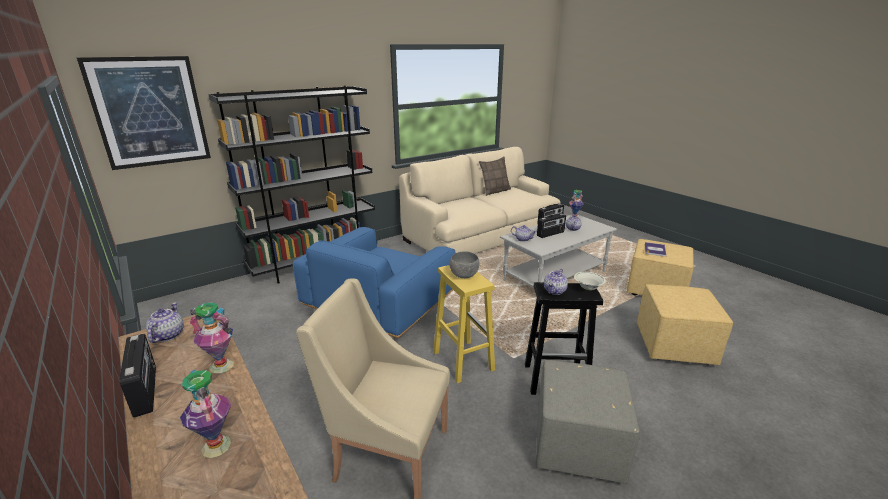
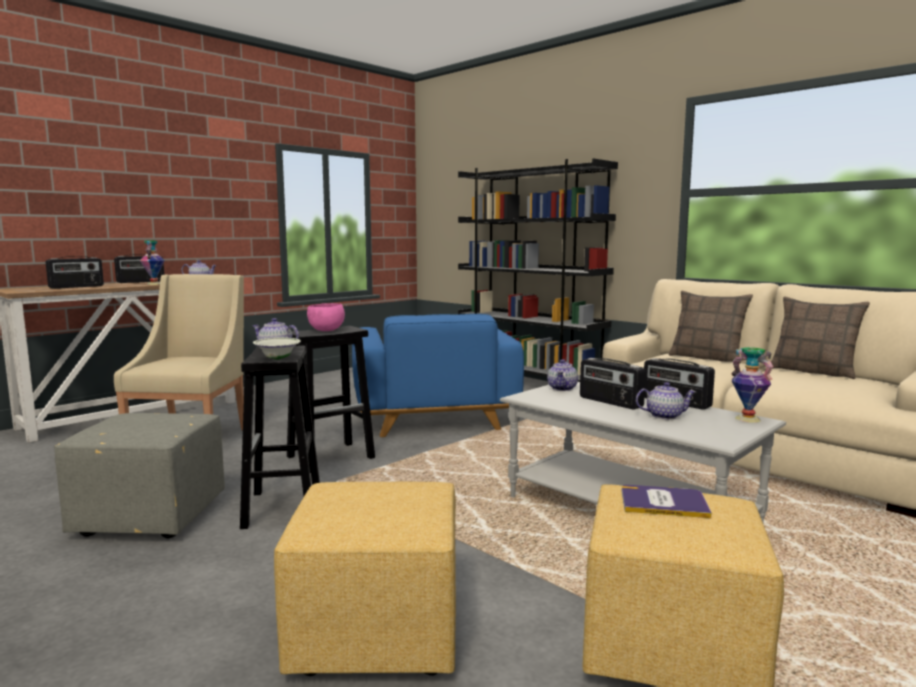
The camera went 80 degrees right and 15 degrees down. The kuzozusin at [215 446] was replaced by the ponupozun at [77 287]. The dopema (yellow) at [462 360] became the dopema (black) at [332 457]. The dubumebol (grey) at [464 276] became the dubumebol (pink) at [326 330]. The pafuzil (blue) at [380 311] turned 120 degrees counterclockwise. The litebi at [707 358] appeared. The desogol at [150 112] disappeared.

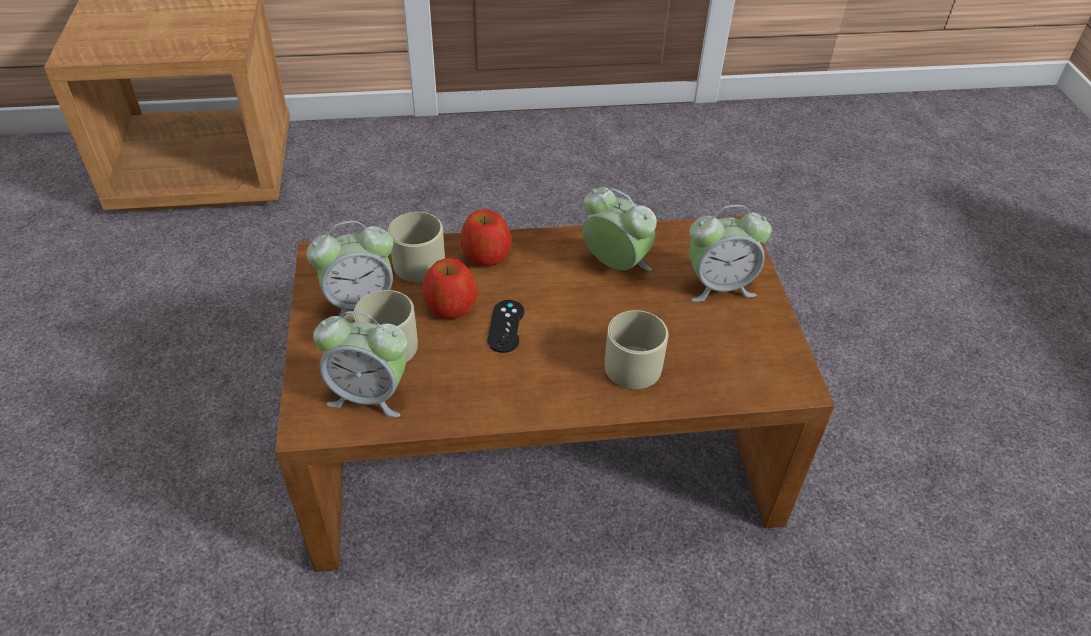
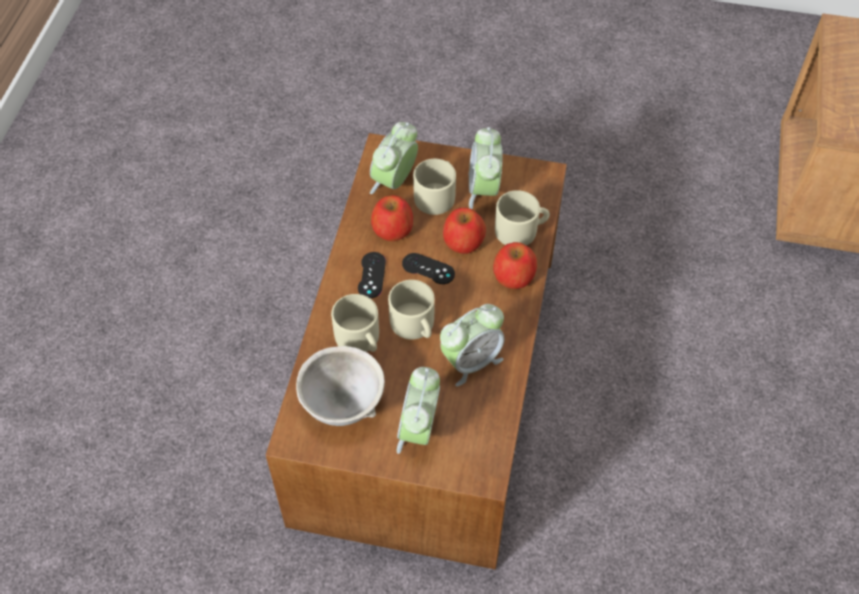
The camera went 110 degrees right and 10 degrees up. The dubumebol (grey) at [343 402] appeared. The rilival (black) at [371 275] appeared. The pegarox at [393 228] appeared. The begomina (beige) at [415 325] appeared.

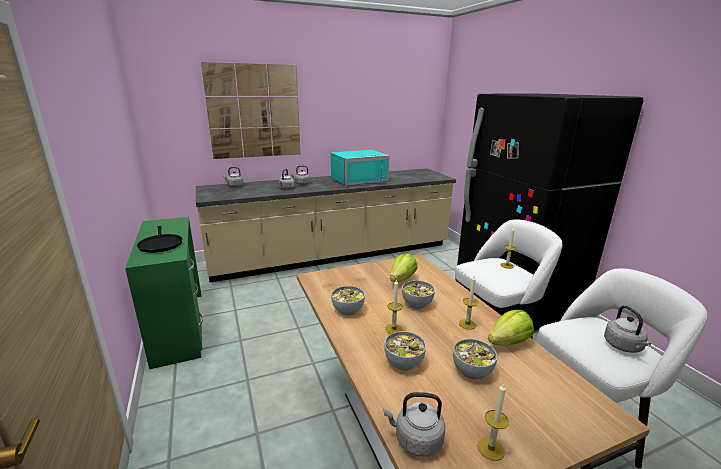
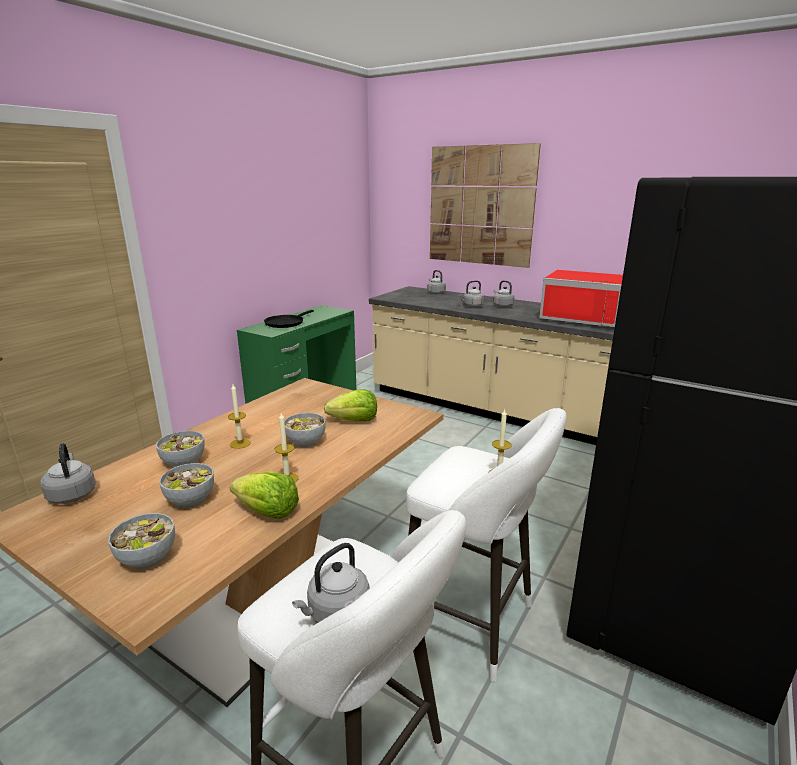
The camera went 55 degrees right and 0 degrees up. The dubumebol moved from [348 310] to [148 557]. The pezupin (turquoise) at [357 180] became the pezupin (red) at [584 317]. The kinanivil at [491 448] disappeared.

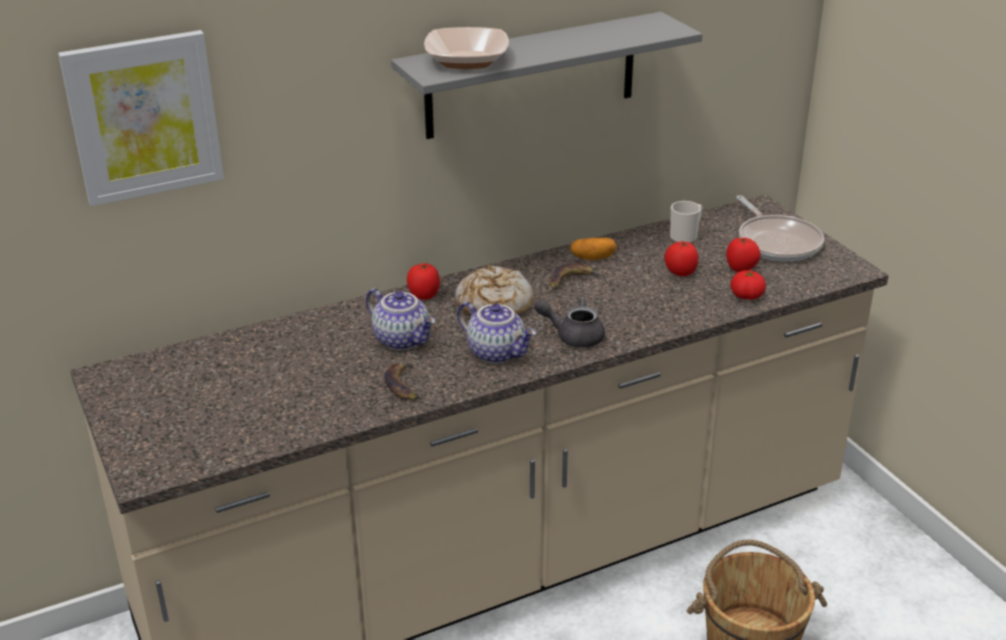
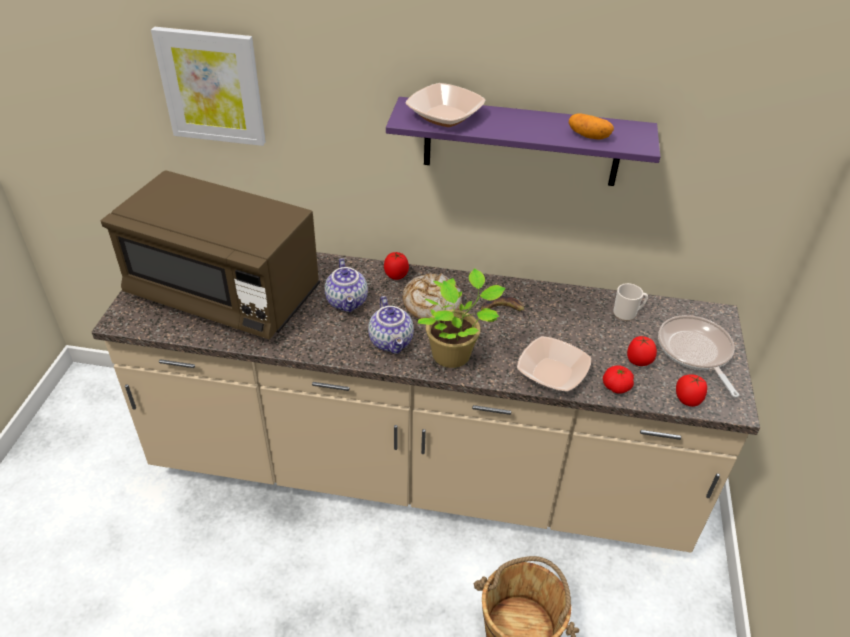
The camera went 35 degrees right and 10 degrees up. The pezupin (brown) at [224 294] appeared. The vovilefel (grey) at [531 76] became the vovilefel (purple) at [521 142]. The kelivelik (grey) at [573 336] was replaced by the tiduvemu at [454 355]. The dubumebol at [552 373] appeared. The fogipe moved from [592 258] to [588 136]. The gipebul at [777 242] turned 150 degrees clockwise. The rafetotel moved from [680 273] to [687 400]. The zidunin at [403 385] disappeared.

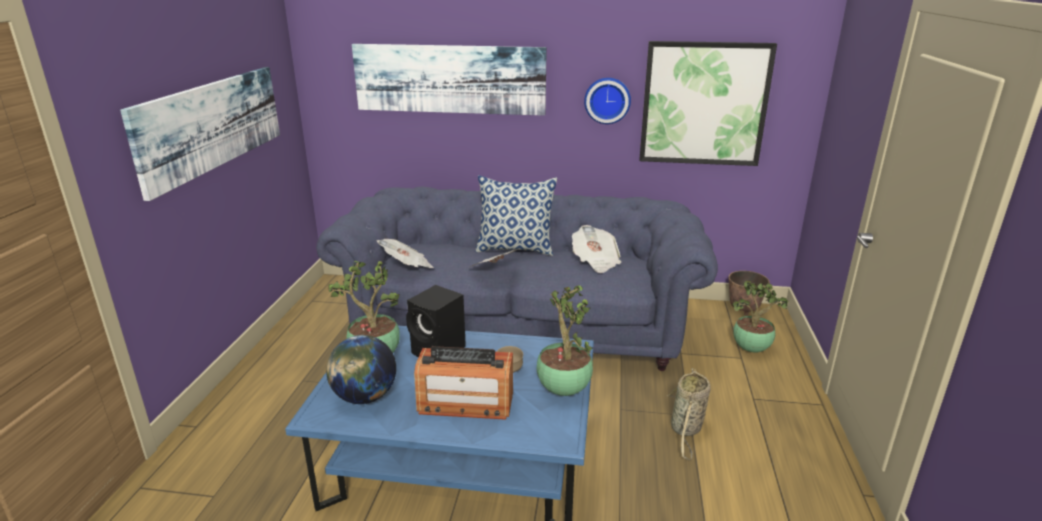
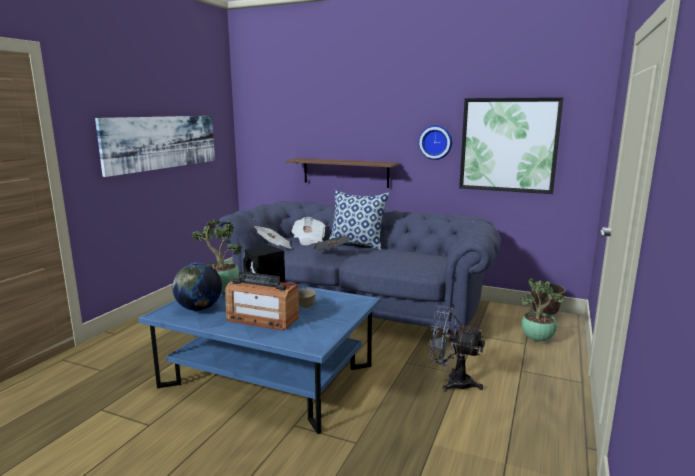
The camera went 15 degrees right and 10 degrees down. The vovilefel (brown) at [345 172] appeared. The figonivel moved from [595 262] to [308 240]. The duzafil at [686 429] was replaced by the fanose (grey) at [451 382]. The desogol at [449 79] disappeared. The tiduvemu at [563 389] disappeared.

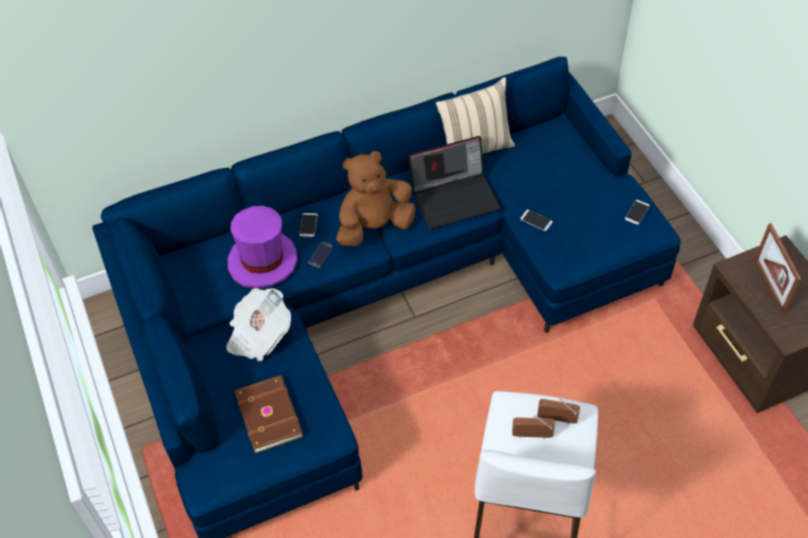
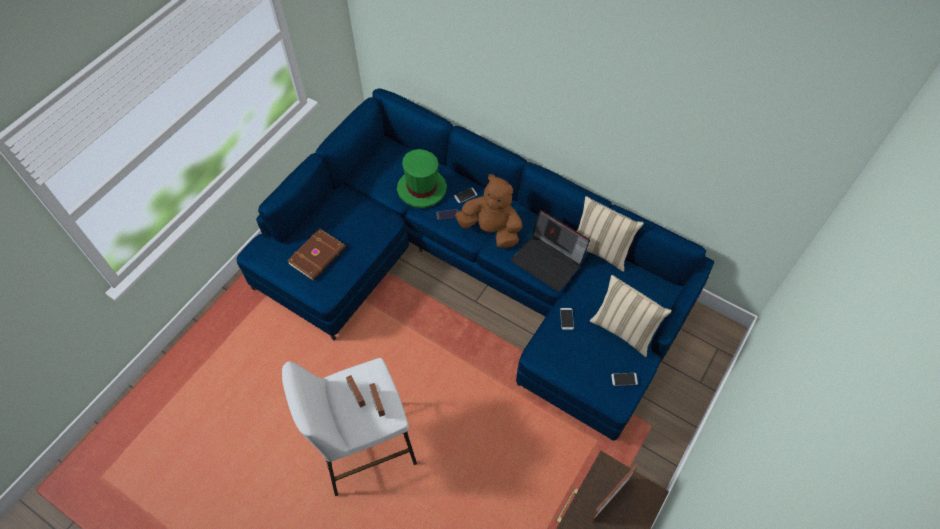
The camera went 55 degrees right and 5 degrees up. The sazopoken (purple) at [263 261] became the sazopoken (green) at [421 189]. The litebi (beige) at [623 329] appeared. The figonivel at [258 335] disappeared.

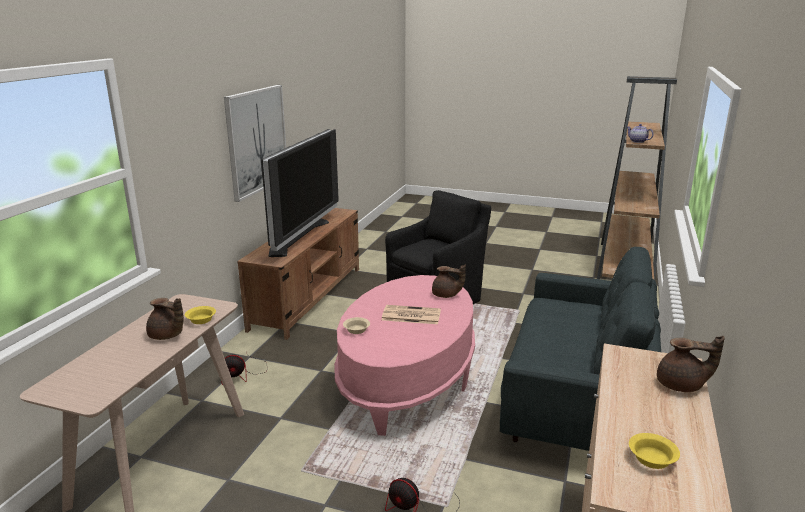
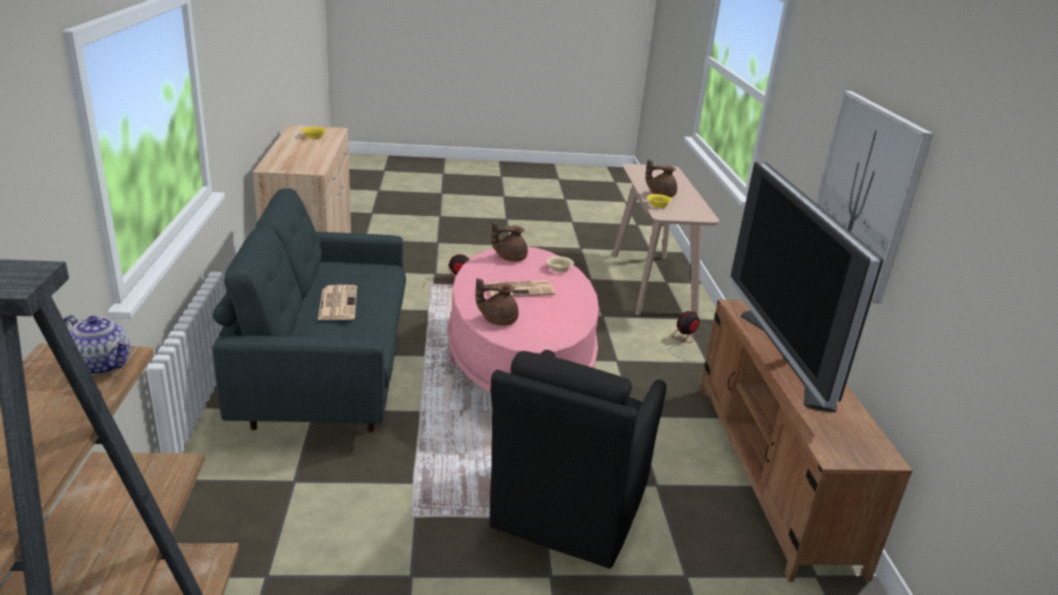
The camera went 155 degrees right and 5 degrees up. The figonivel at [337 303] appeared. The kelivelik (brown) moved from [681 385] to [510 258].

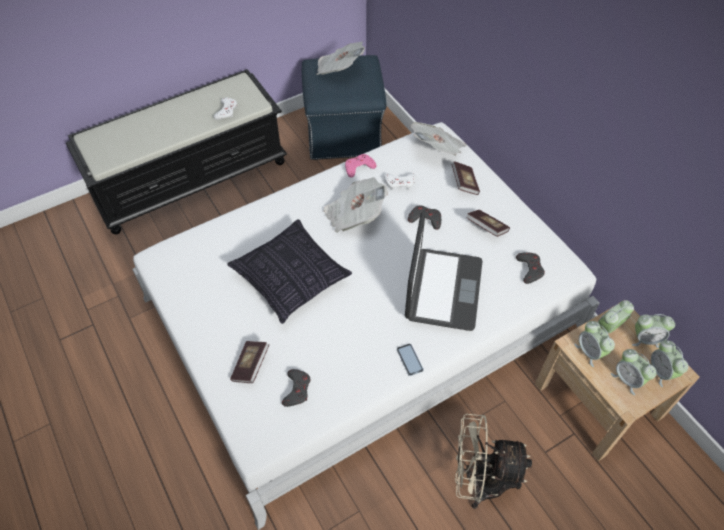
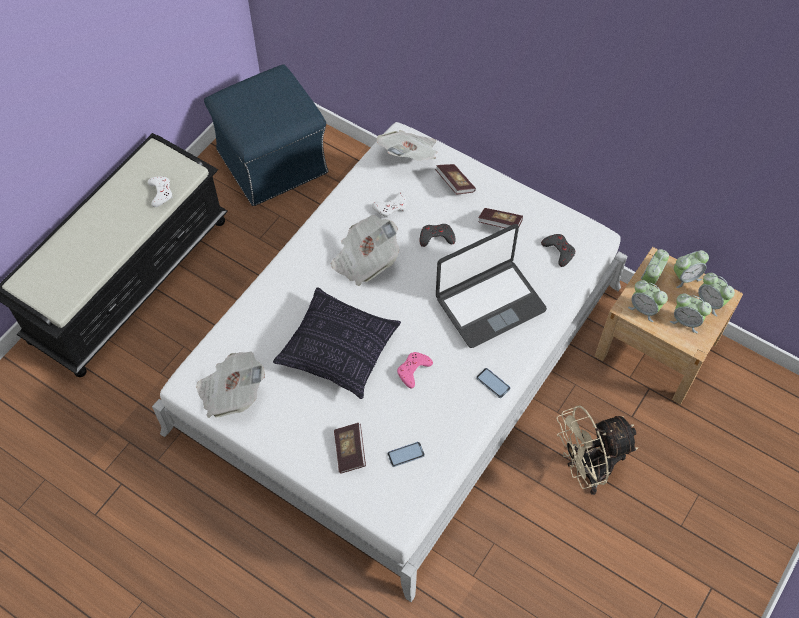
The camera went 25 degrees left and 5 degrees up. The figonivel moved from [339 69] to [231 393]. The rilival (grey) at [297 389] was replaced by the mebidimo at [406 454]. The rilival (pink) moved from [359 167] to [413 370]. The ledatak at [442 289] turned 75 degrees clockwise.

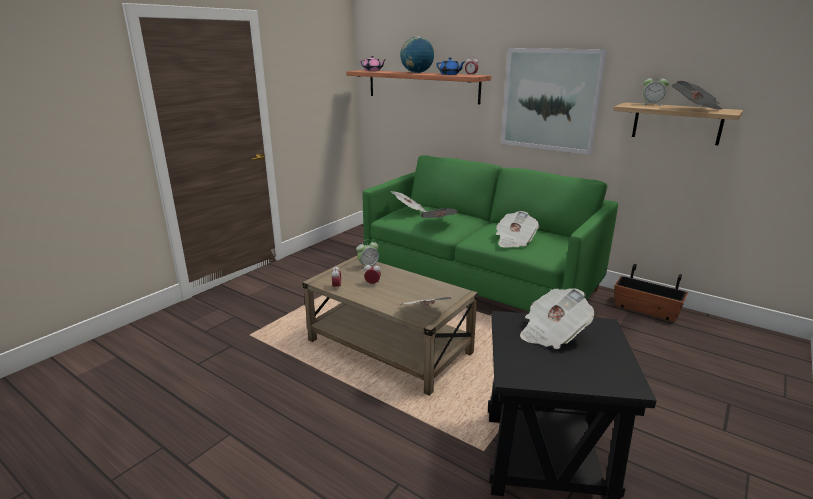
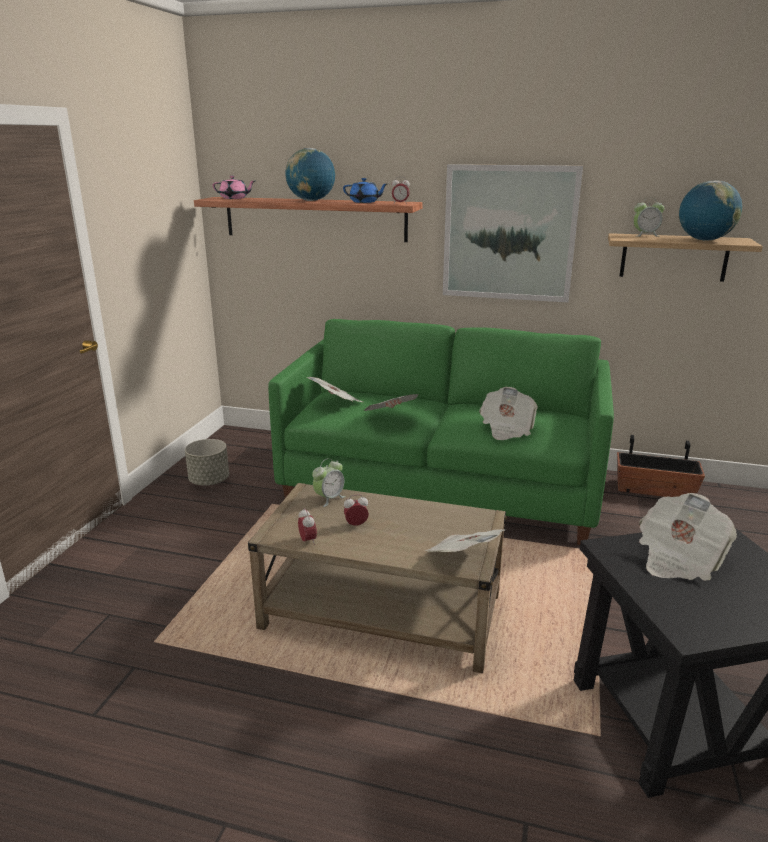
The camera went 20 degrees left and 0 degrees up. The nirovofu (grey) at [209 481] appeared. The figonivel at [695 109] was replaced by the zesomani at [704 240].

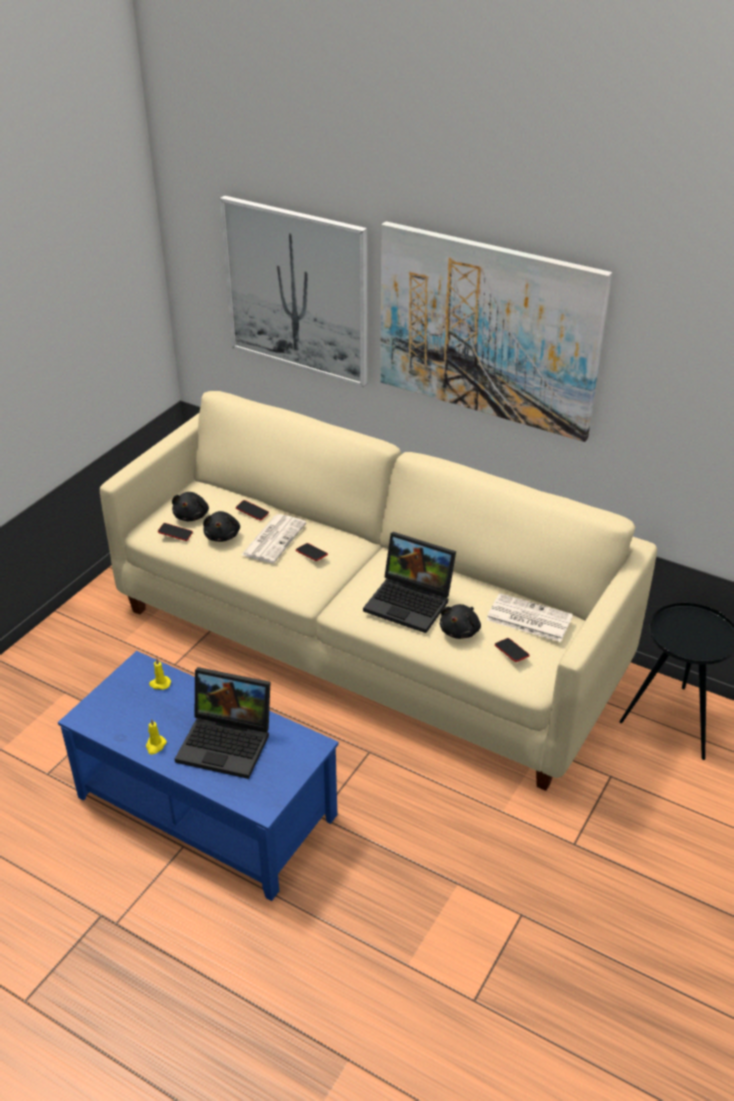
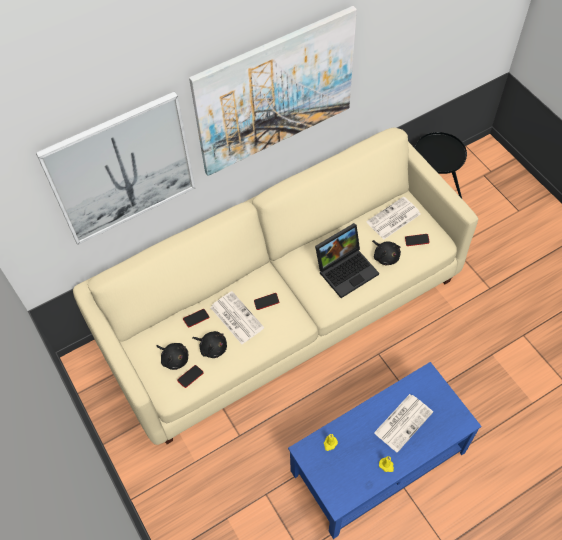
The camera went 60 degrees left and 20 degrees up. The ledatak at [228 742] was replaced by the figonivel at [403 422].

